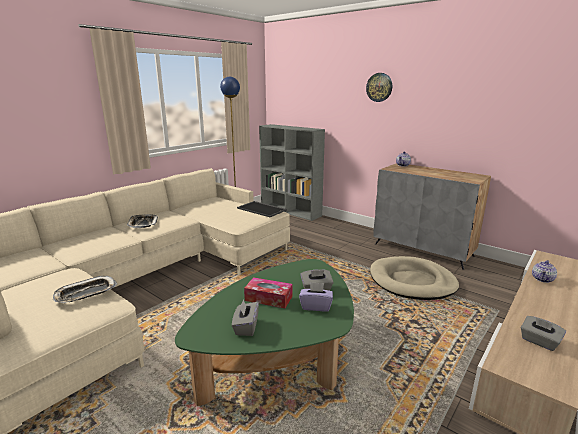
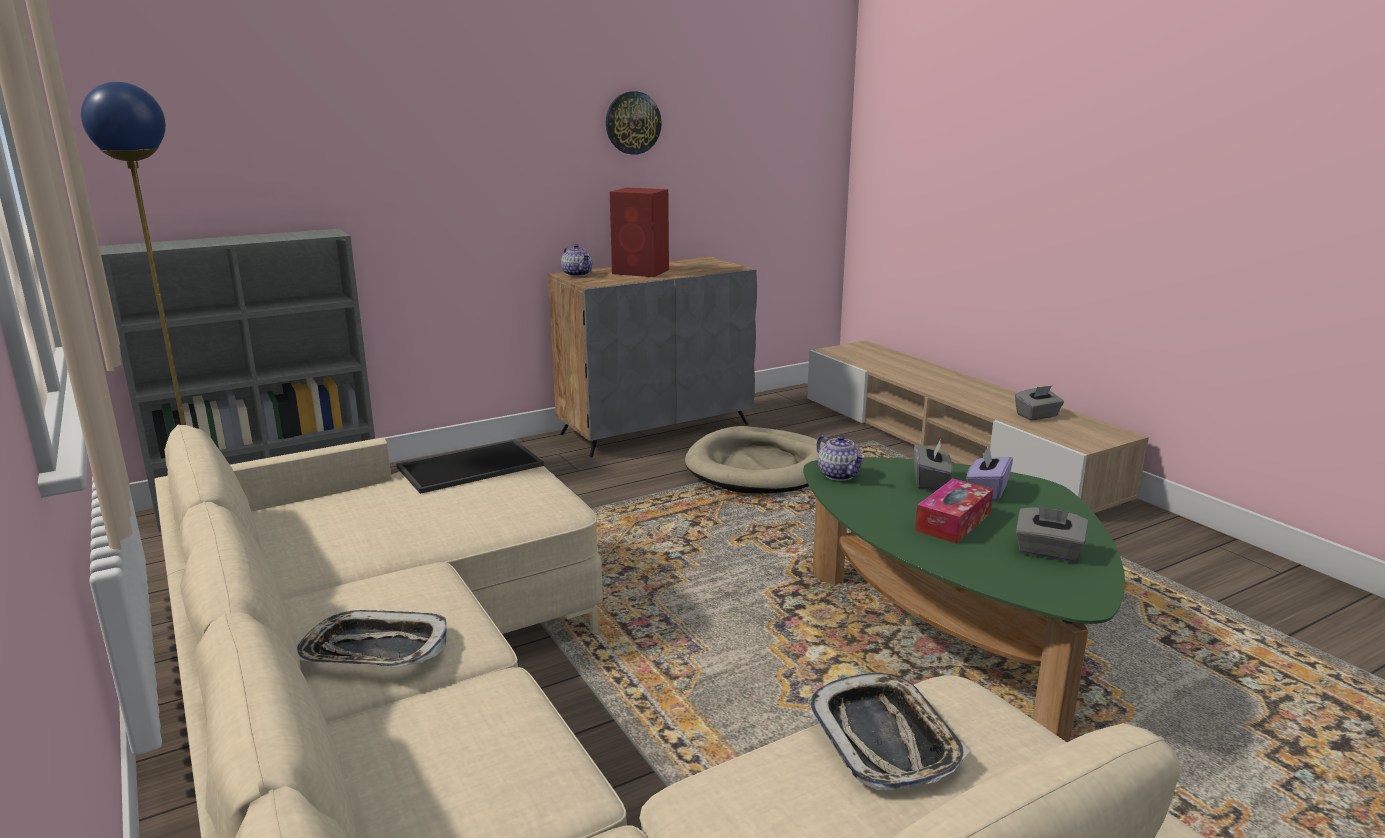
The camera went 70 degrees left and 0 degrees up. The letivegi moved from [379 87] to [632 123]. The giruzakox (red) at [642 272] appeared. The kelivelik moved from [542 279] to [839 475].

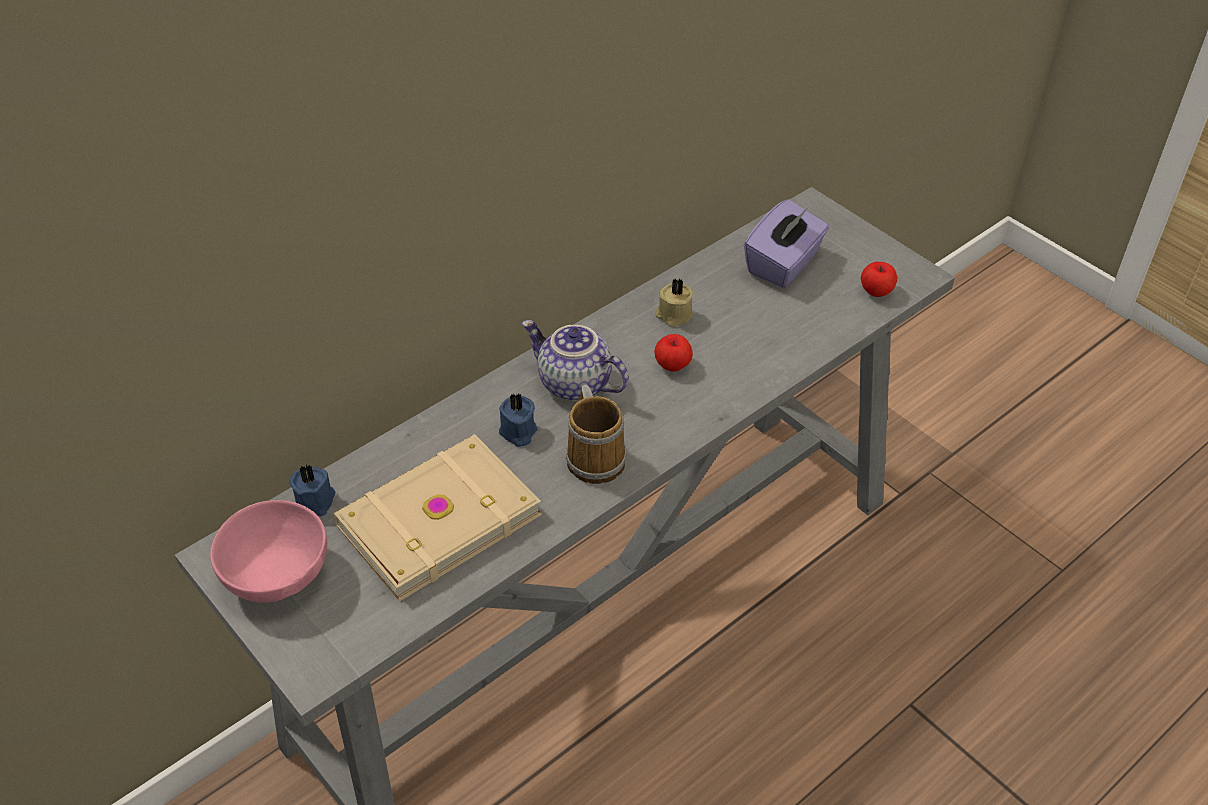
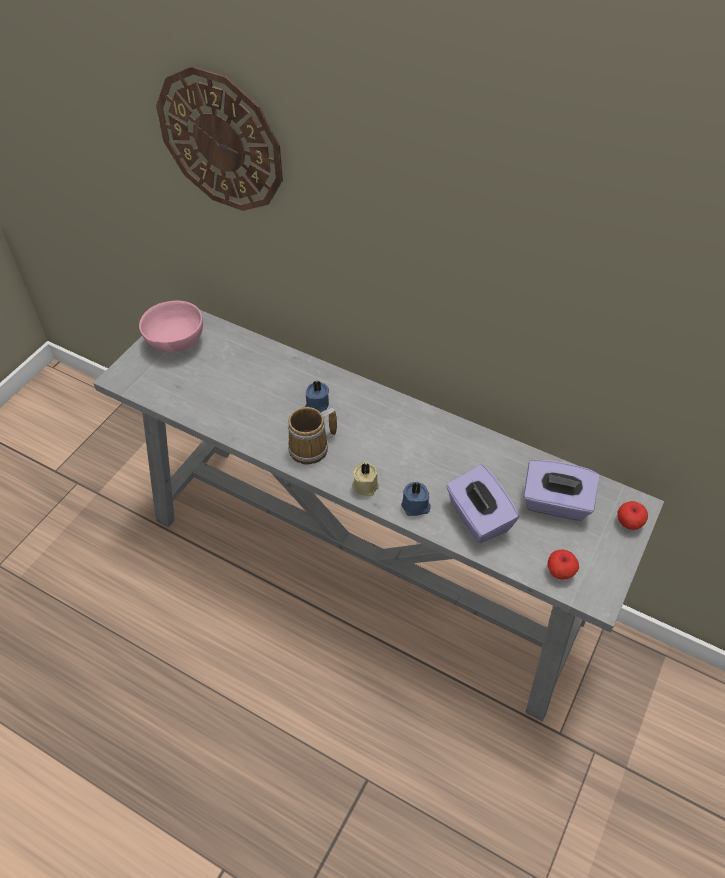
The camera went 70 degrees right and 5 degrees up. The letivegi at [221 141] appeared. The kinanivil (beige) moved from [673 315] to [365 485]. The kinanivil (blue) moved from [316 501] to [416 506]. The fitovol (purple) at [478 518] appeared. The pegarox moved from [672 365] to [629 523]. The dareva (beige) at [435 518] disappeared. The kelivelik at [573 384] disappeared.

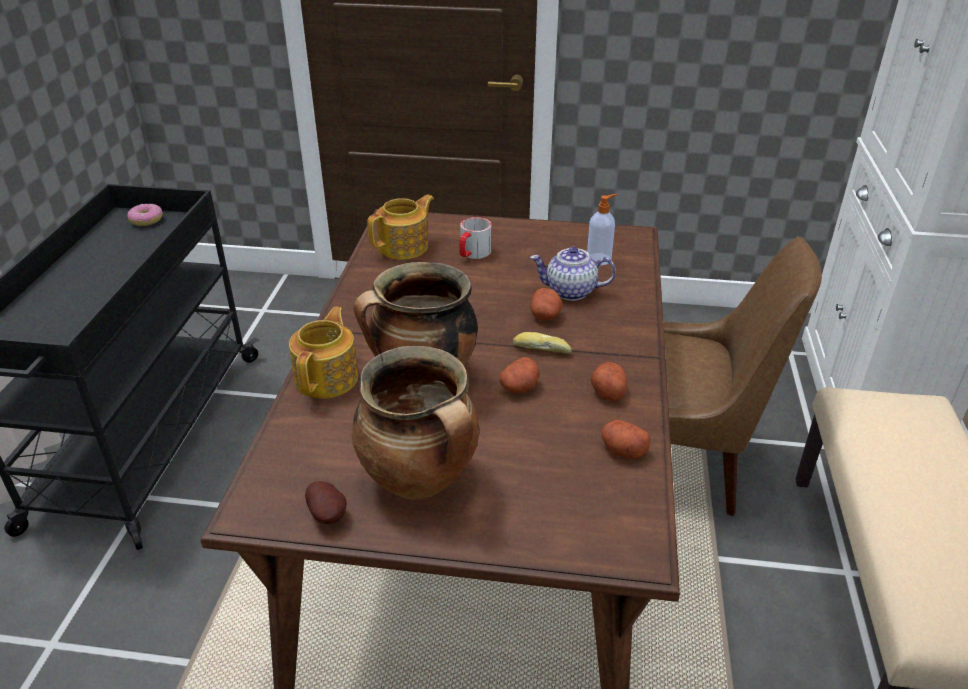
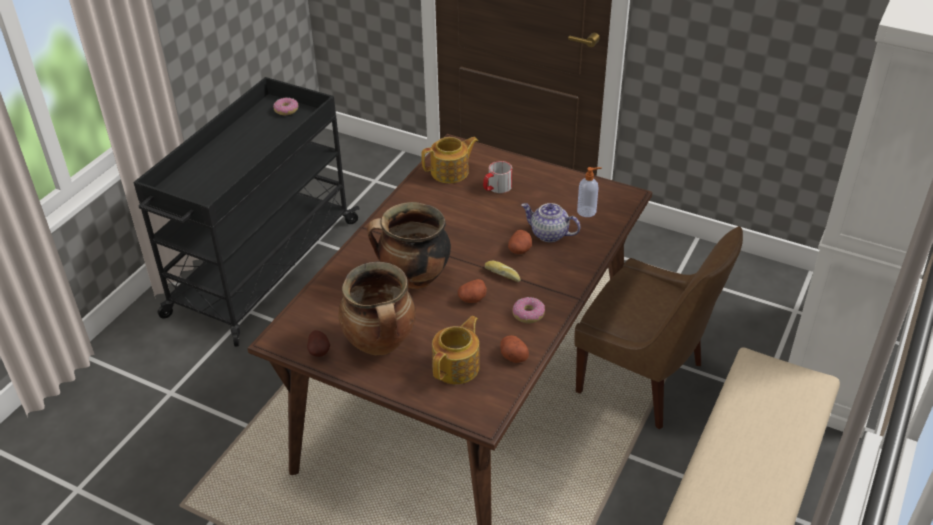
The camera went 20 degrees right and 5 degrees up. The kelivelik moved from [328 378] to [457 366]. The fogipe at [607 391] was replaced by the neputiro at [528 314].

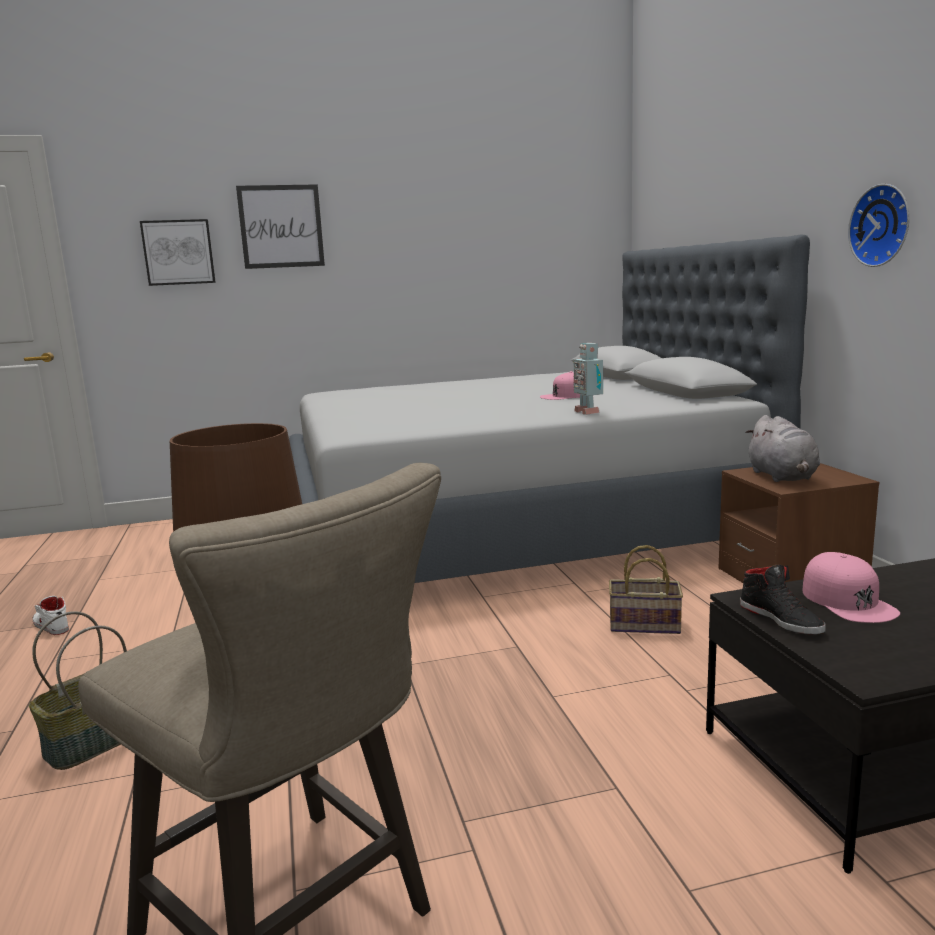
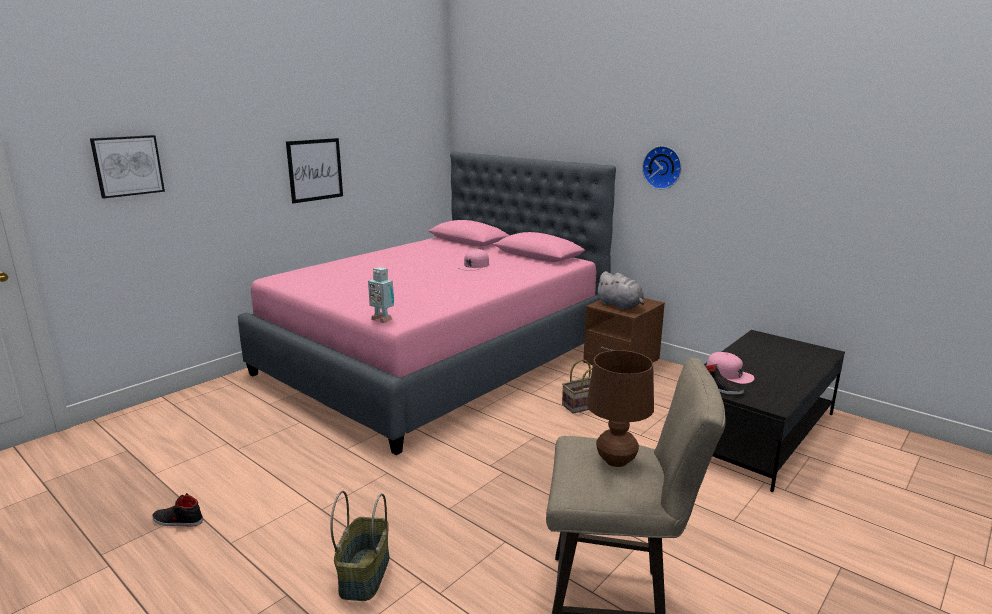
The camera went 35 degrees left and 5 degrees up. The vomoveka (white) at [50 626] became the vomoveka (black) at [177 521]. The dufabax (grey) at [514 528] became the dufabax (pink) at [436 358]. The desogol moved from [281 226] to [315 170]. The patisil moved from [588 412] to [382 319].

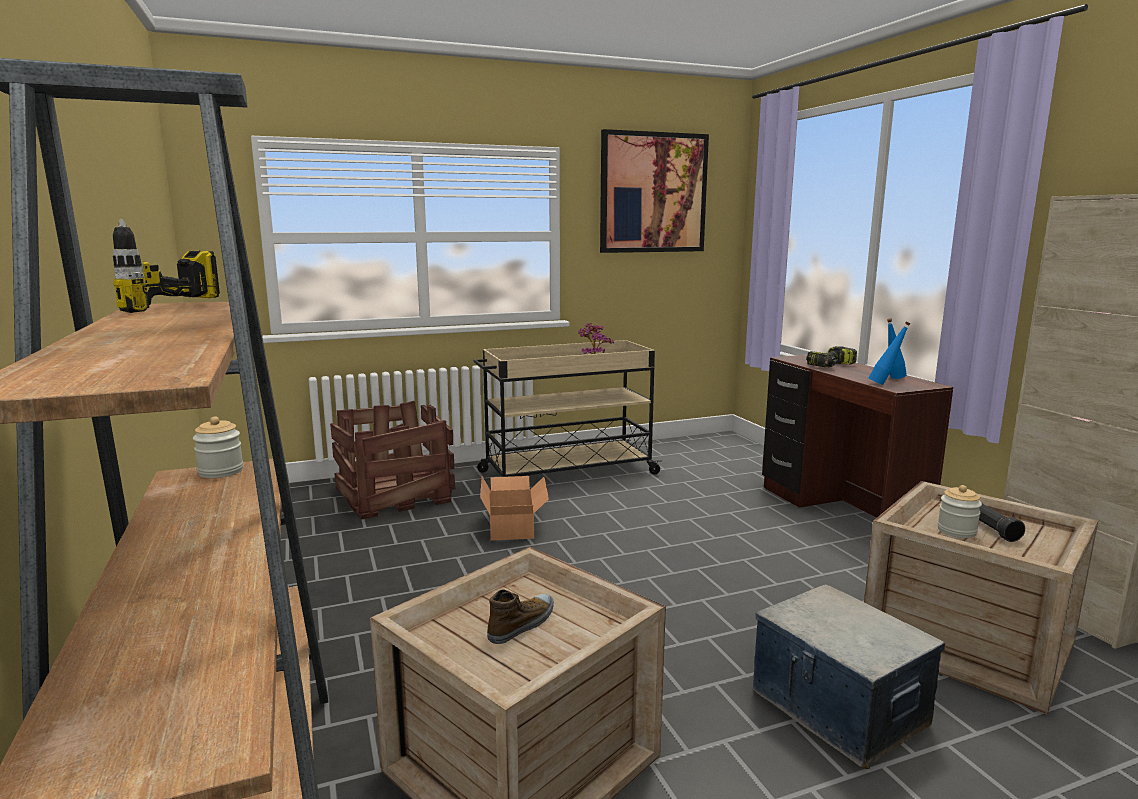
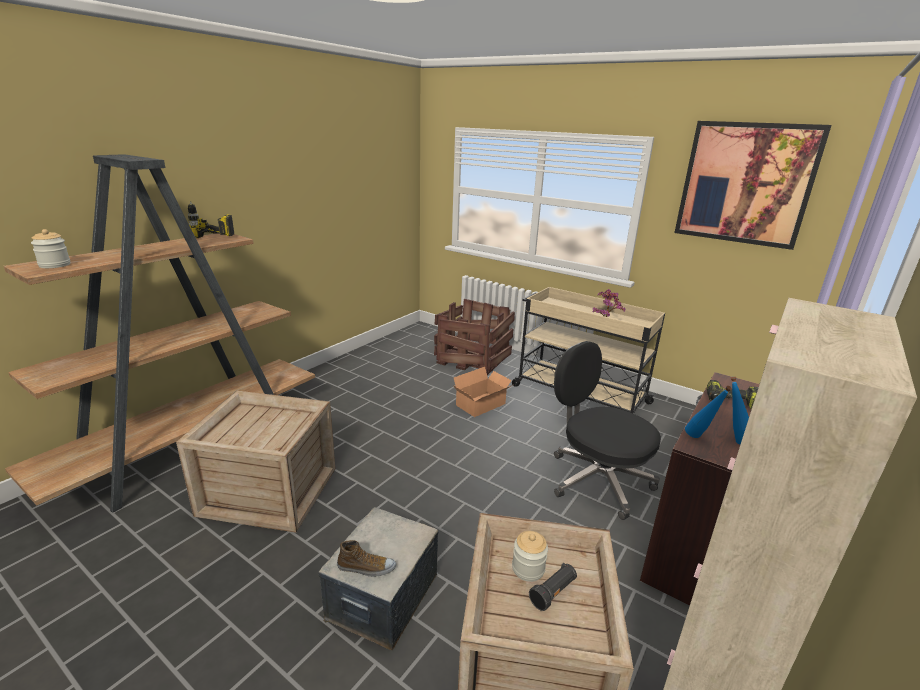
The camera went 55 degrees right and 10 degrees up. The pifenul moved from [221 471] to [55 265]. The vomoveka moved from [522 624] to [366 568]. The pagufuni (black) at [597 480] appeared.

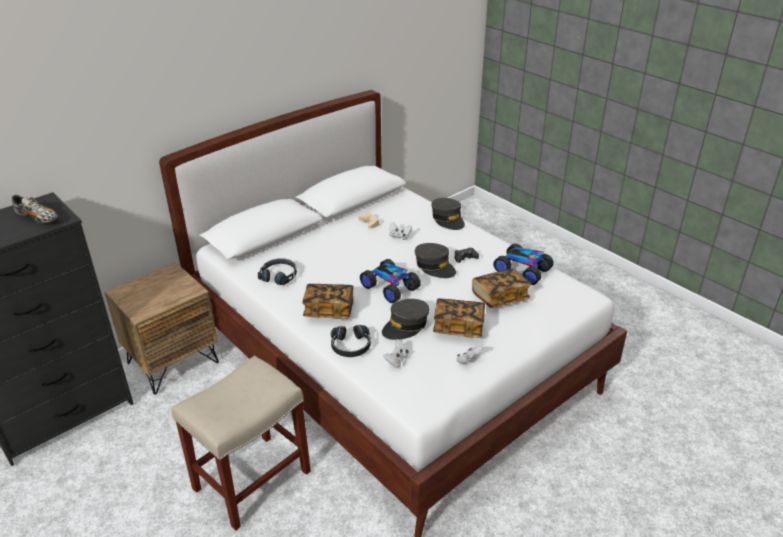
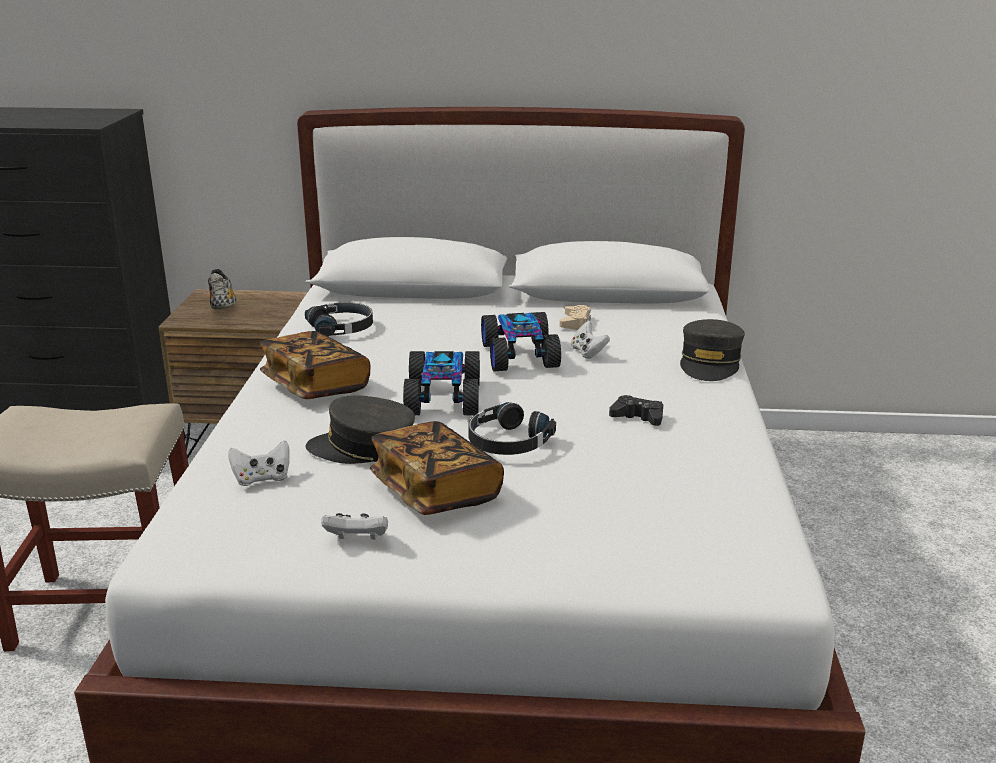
The camera went 45 degrees right and 10 degrees down. The vomoveka moved from [38 218] to [222 304]. The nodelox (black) moved from [351 346] to [507 442]. The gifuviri moved from [522 270] to [521 355]. The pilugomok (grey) at [435 266] disappeared. The dareva at [500 297] disappeared.

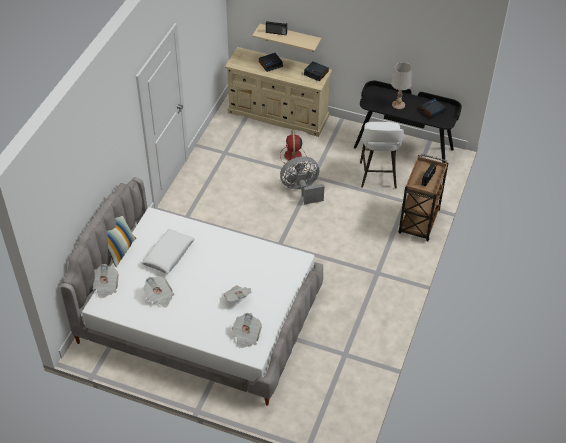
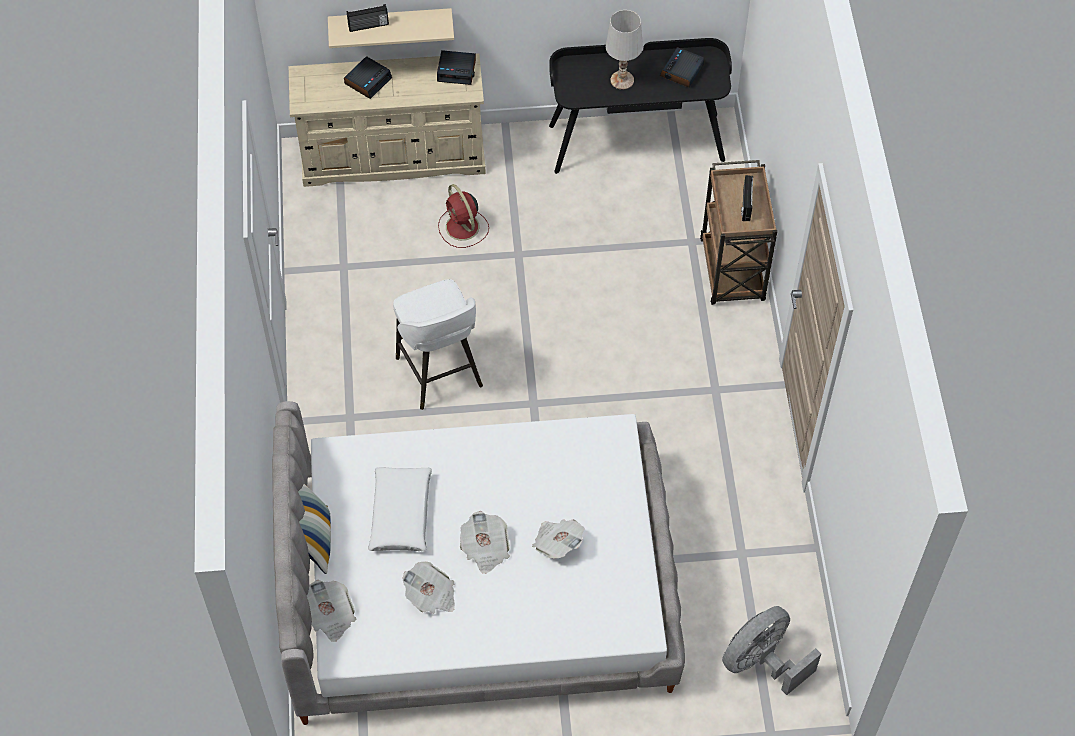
The camera went 25 degrees left and 10 degrees up. The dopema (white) moved from [378 176] to [440 374]. The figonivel moved from [246 336] to [485 549]. The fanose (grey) moved from [302 190] to [762 662].

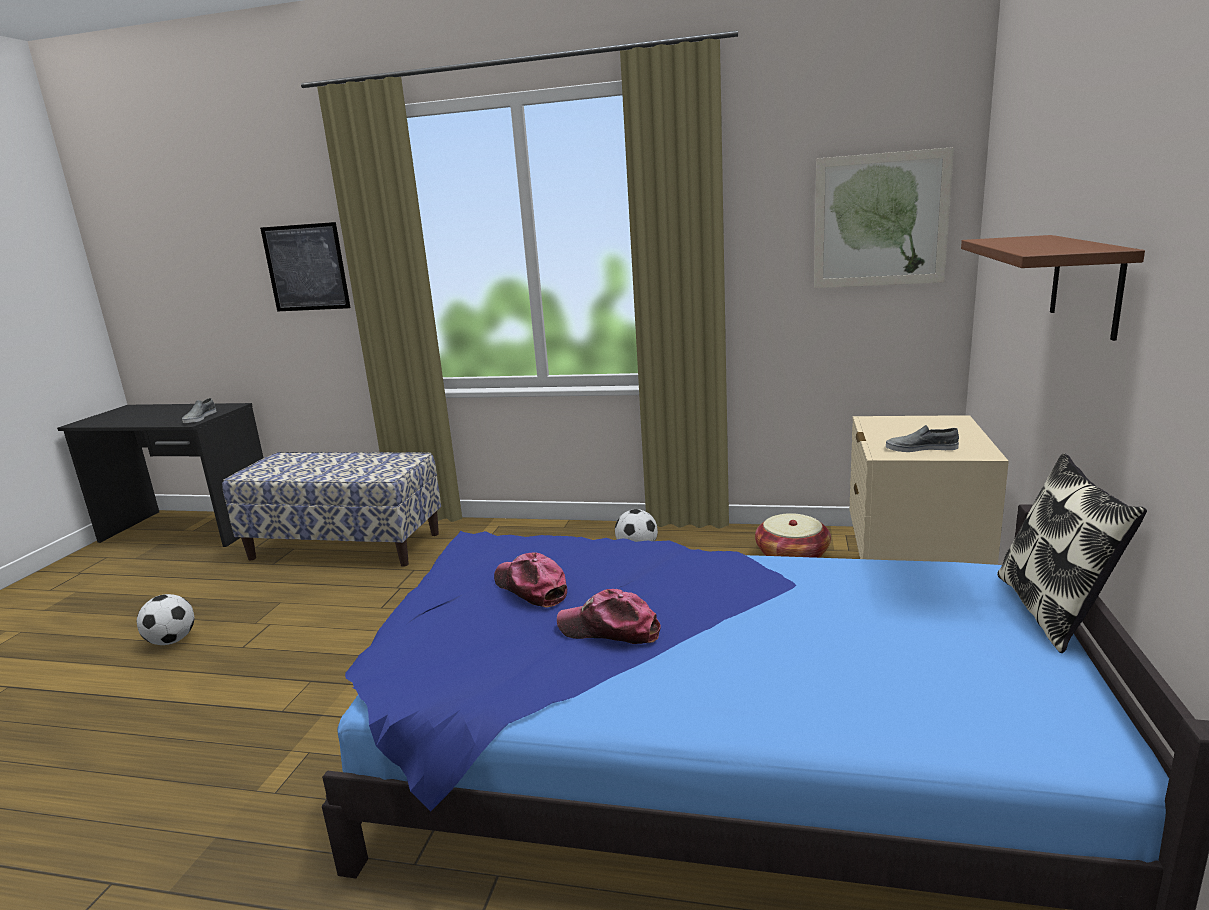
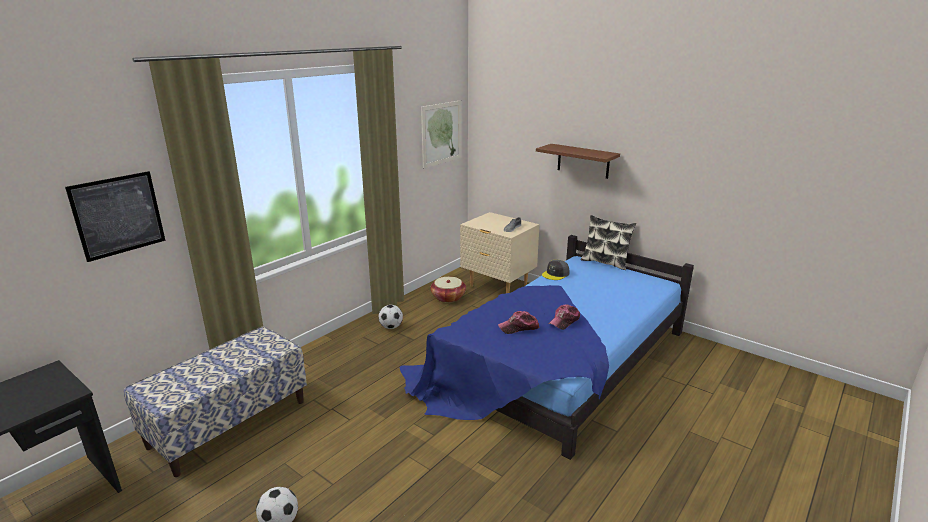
The camera went 65 degrees left and 5 degrees up. The pilugomok (grey) at [555 274] appeared. The vomoveka (grey) at [199 418] disappeared.

